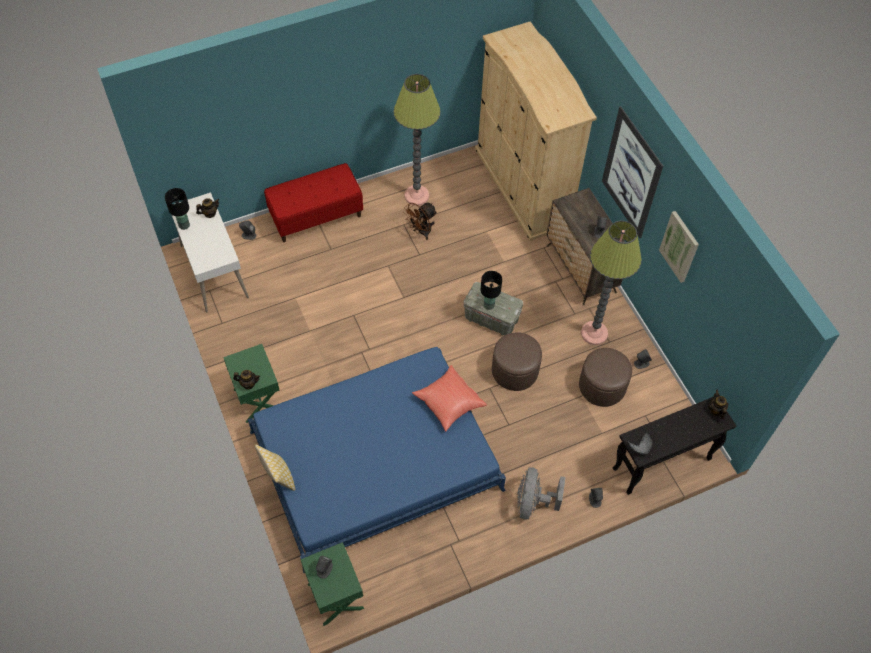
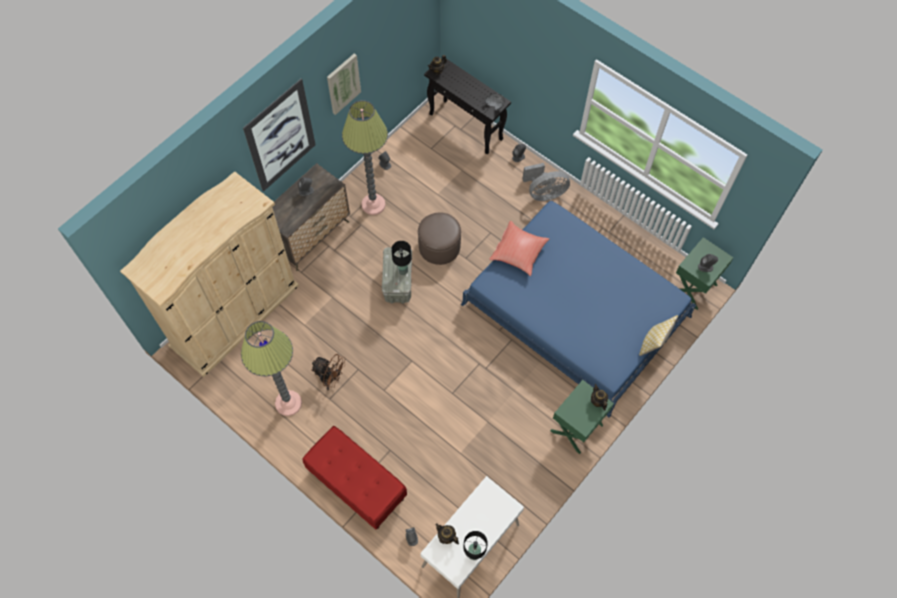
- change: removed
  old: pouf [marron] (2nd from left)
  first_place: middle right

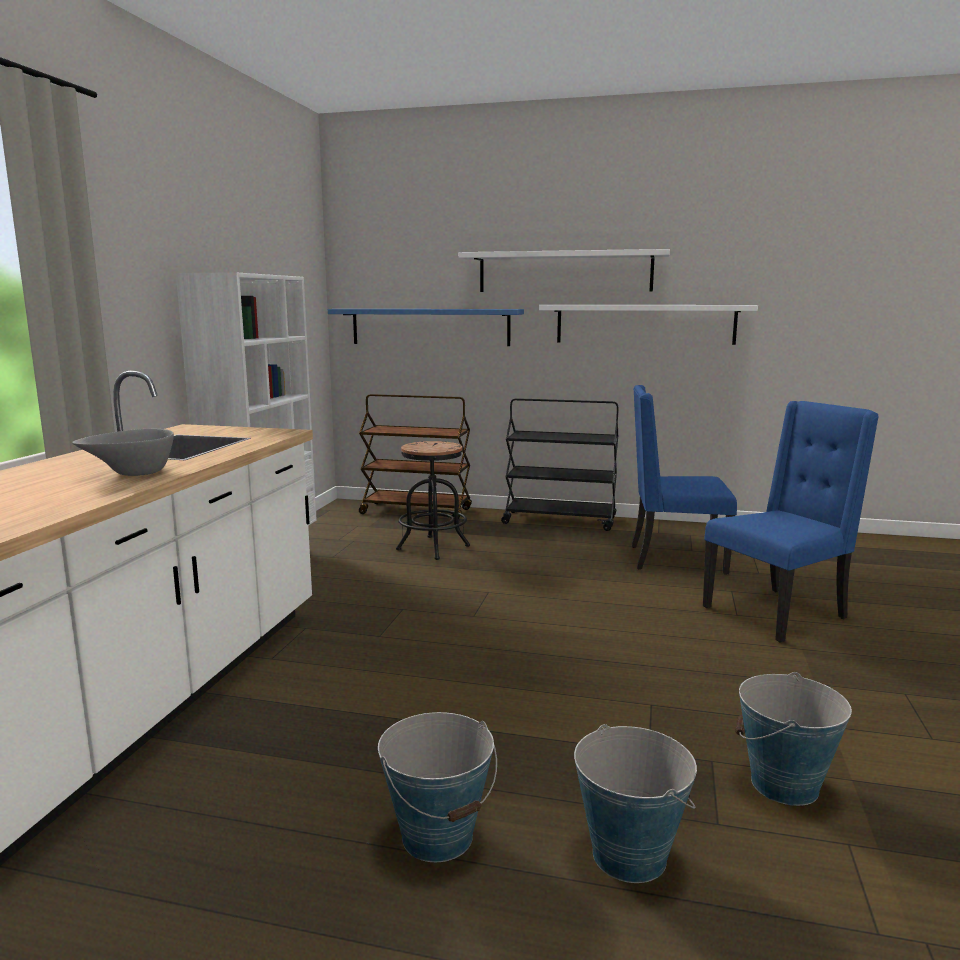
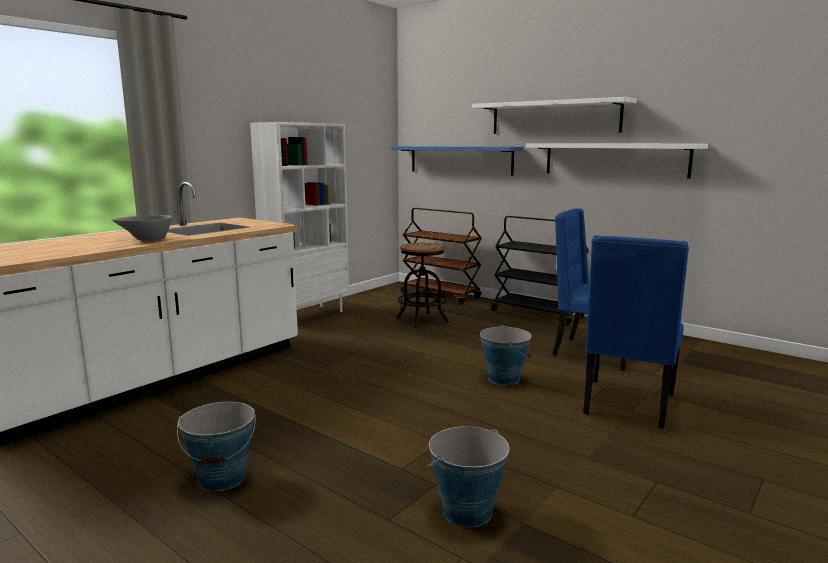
- change: moved
  old: seau (2nd from left in the first image)
  new: seau (3rd from left)
  first_place: bottom centre
  second_place: centre
- change: turned
  old: chaise [bleu] (2nd from left)
  first_place: middle right
  second_place: middle right
  degrees: 120

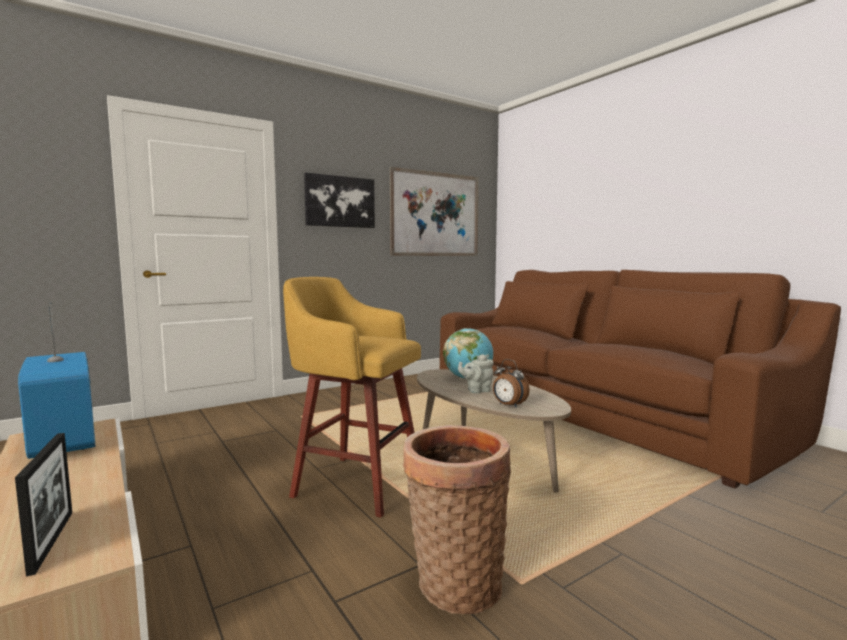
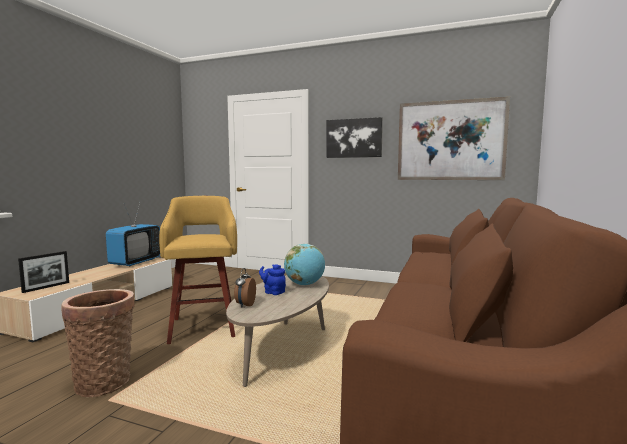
- change: recoloured
  old: théière [gris]
  new: théière [bleu]
  first_place: centre
  second_place: centre

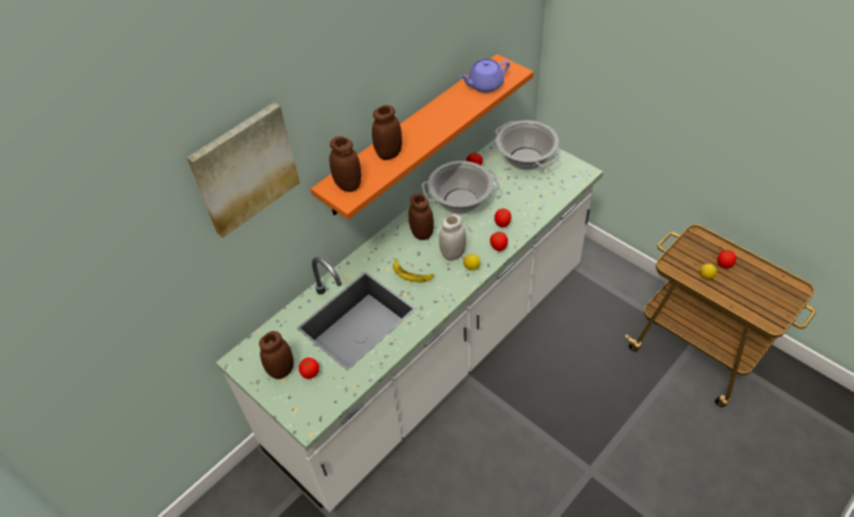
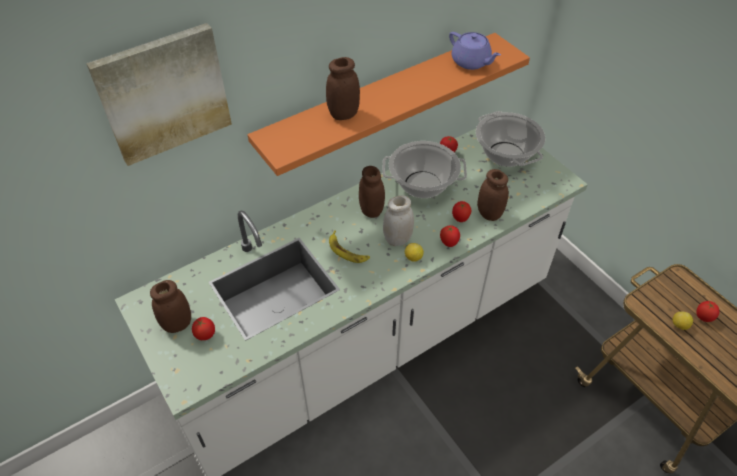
- change: moved
  old: bocal [marron] (2nd from left in the first image)
  new: bocal [marron] (4th from left)
  first_place: top centre
  second_place: middle right
- change: turned
  old: théière [violet]
  first_place: top centre
  second_place: top centre
  degrees: -120

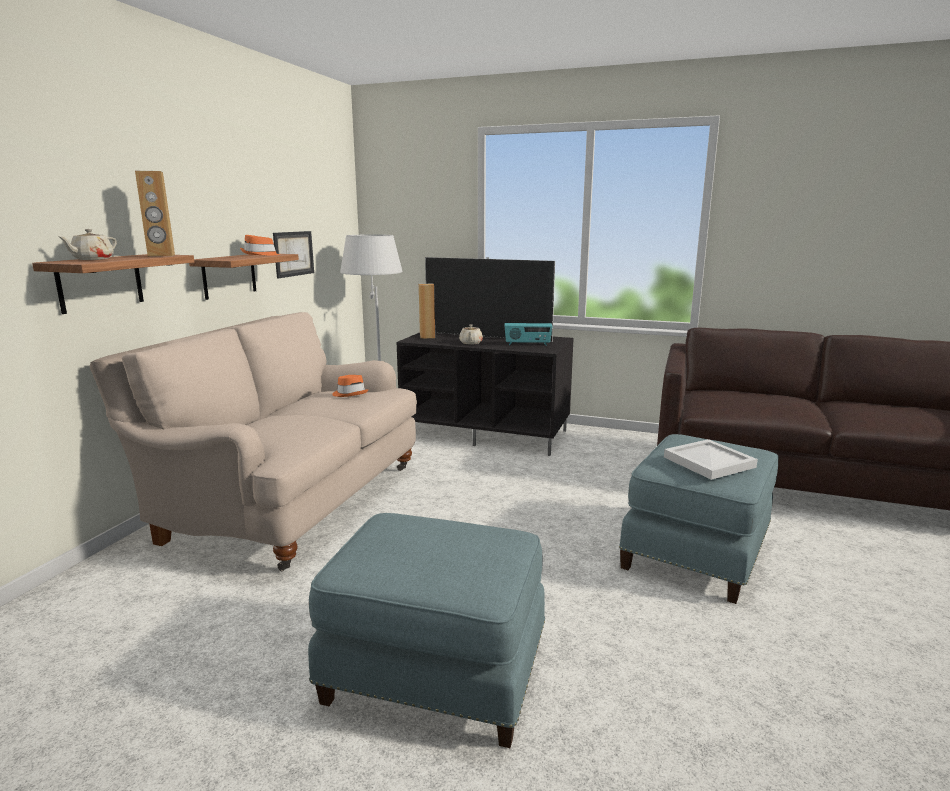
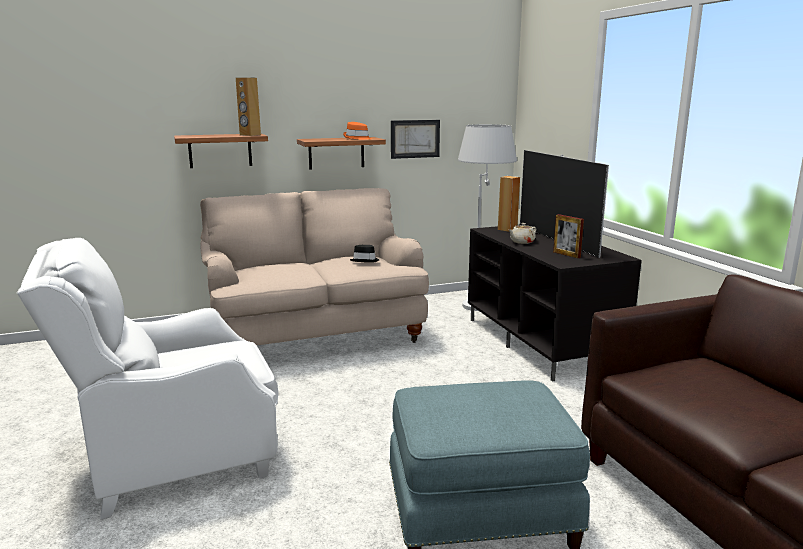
- change: removed
  old: théière [beige] (1st from left)
  first_place: top left
- change: removed
  old: plateau [blanc]
  first_place: middle right
- change: replaced
  old: pouf [bleu] (1st from left)
  new: fauteuil [blanc]
  first_place: bottom centre
  second_place: bottom left
- change: replaced
  old: radio
  new: cadre photo
  first_place: centre
  second_place: middle right
- change: recoloured
  old: chapeau [orange] (2nd from left)
  new: chapeau [noir]
  first_place: centre
  second_place: centre

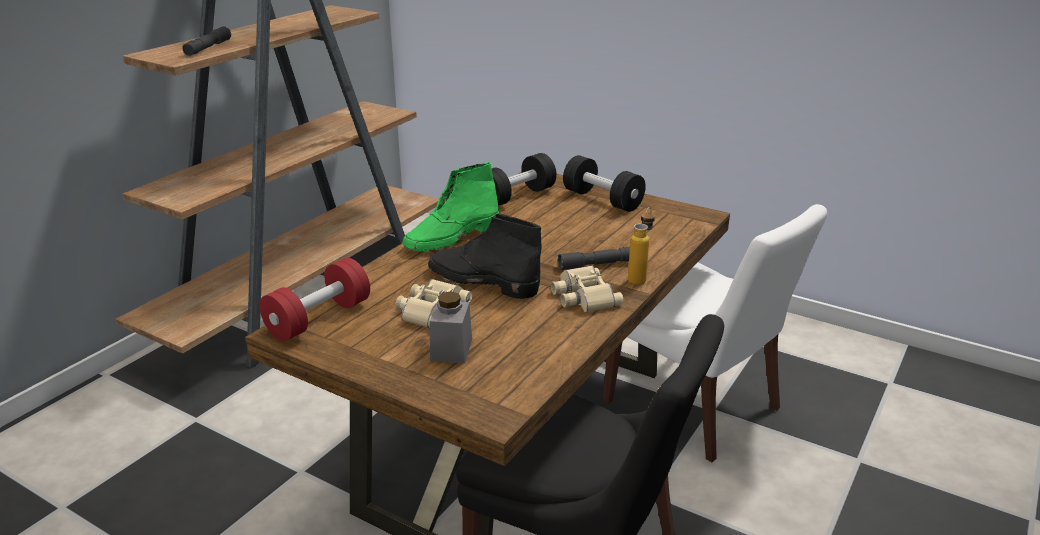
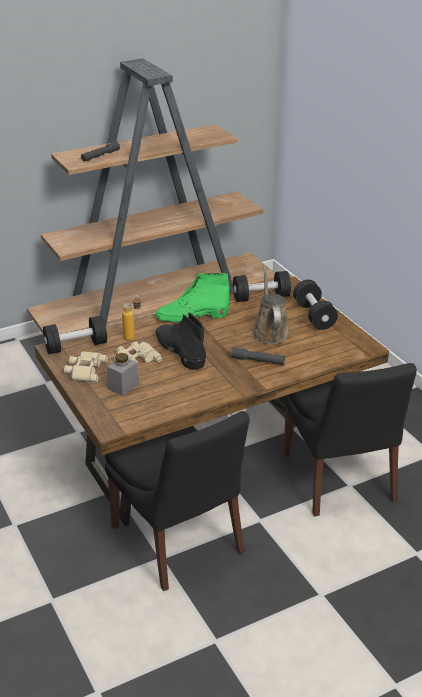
- change: added
  new: arrosoir [marron]
  second_place: centre
- change: moved
  old: jumelles [beige] (2nd from left in the first image)
  new: jumelles [beige] (1st from left)
  first_place: centre
  second_place: middle left
- change: moved
  old: bouteille
  first_place: centre
  second_place: middle left
- change: recoloured
  old: haltère [rouge]
  new: haltère [noir] (1st from left)
  first_place: middle left
  second_place: middle left
- change: recoloured
  old: chaise [blanc]
  new: chaise [noir] (2nd from left)
  first_place: middle right
  second_place: middle right

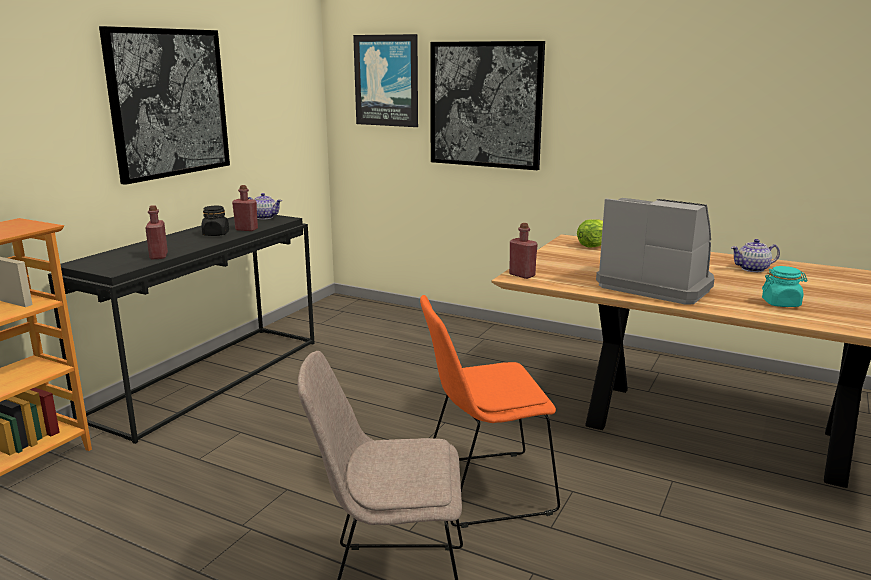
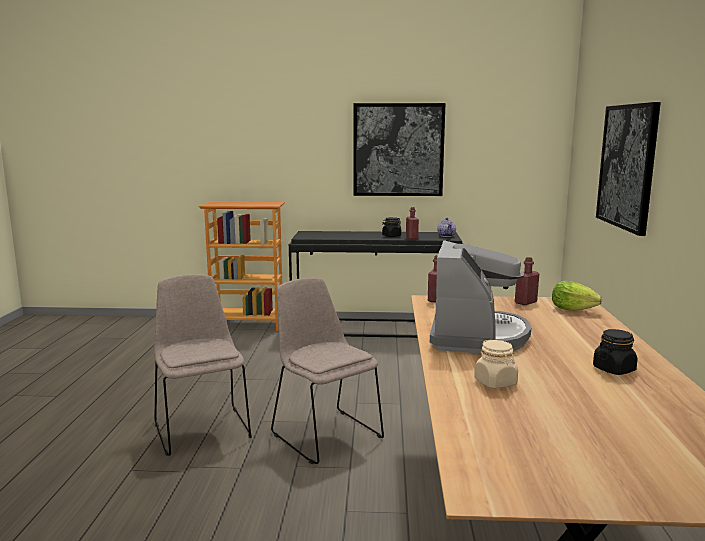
- change: removed
  old: tableau (2nd from left)
  first_place: top centre
- change: moved
  old: bouteille [rouge] (1st from left in the first image)
  new: bouteille [rouge] (3rd from left)
  first_place: middle left
  second_place: middle right
- change: replaced
  old: théière (2nd from left)
  new: bocal [noir] (2nd from left)
  first_place: middle right
  second_place: middle right
- change: recoloured
  old: chaise [orange]
  new: chaise [beige] (2nd from left)
  first_place: bottom centre
  second_place: bottom centre
- change: recoloured
  old: bocal [turquoise]
  new: bocal [beige]
  first_place: middle right
  second_place: bottom right

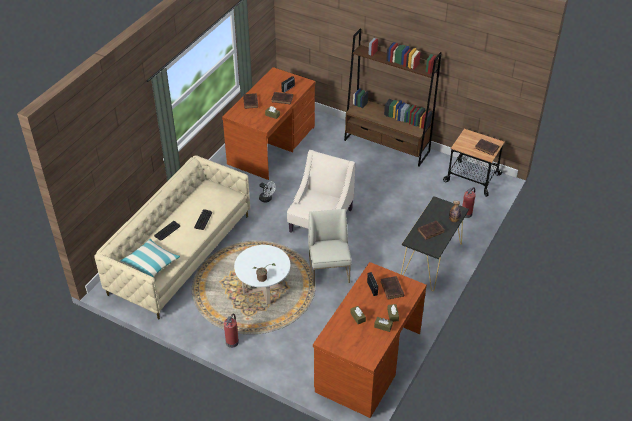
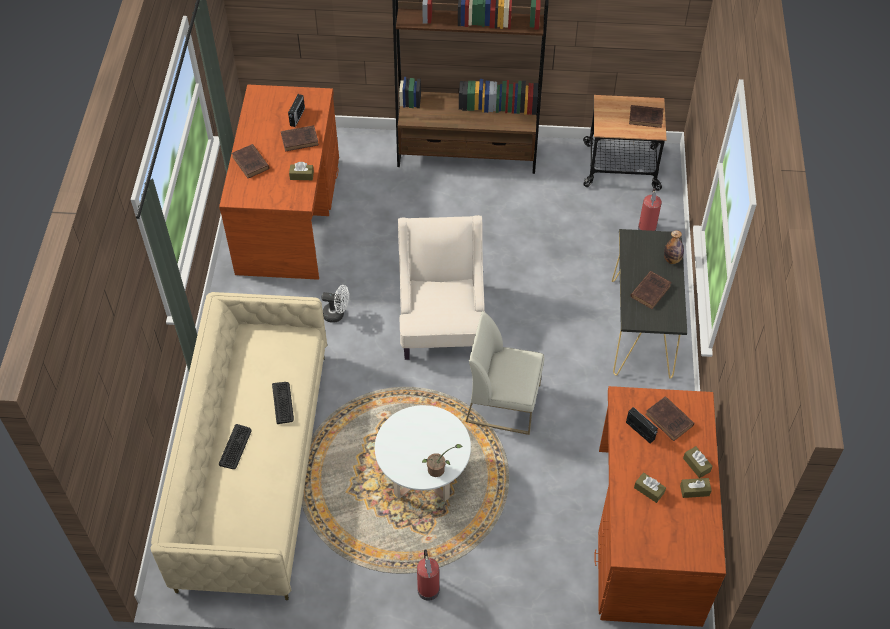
- change: removed
  old: coussin
  first_place: middle left
- change: turned
  old: chaise [blanc]
  first_place: centre
  second_place: centre
  degrees: -45

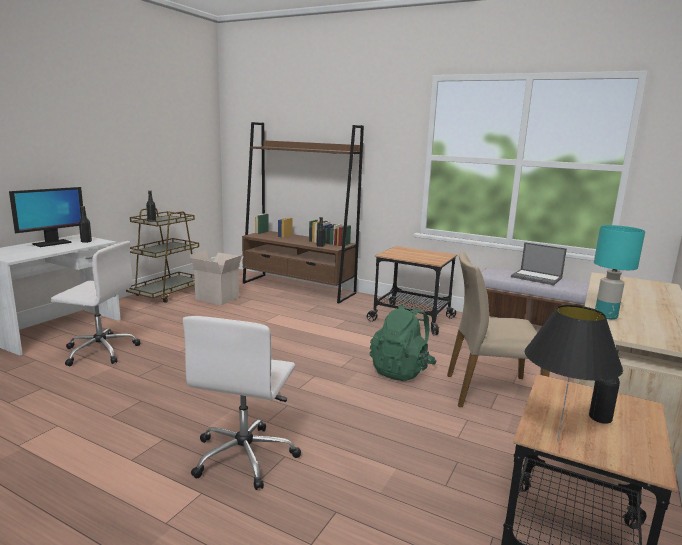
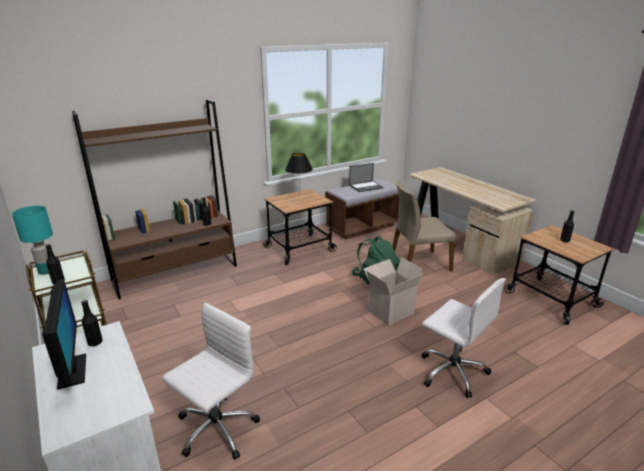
- change: moved
  old: carton
  first_place: middle left
  second_place: centre
- change: moved
  old: lampe de table [noir]
  first_place: bottom right
  second_place: centre
- change: moved
  old: lampe de table [turquoise]
  first_place: middle right
  second_place: middle left
- change: turned
  old: chaise [beige]
  first_place: middle right
  second_place: centre
  degrees: 45

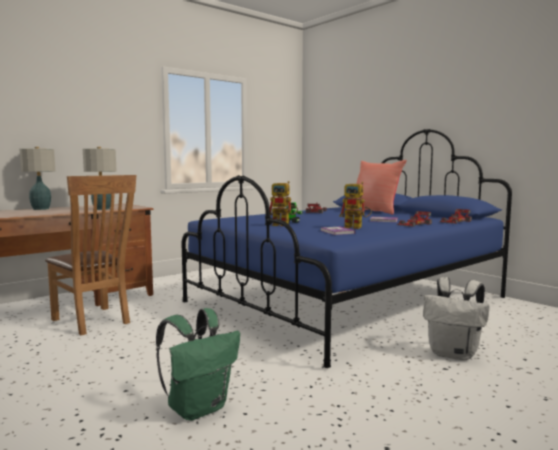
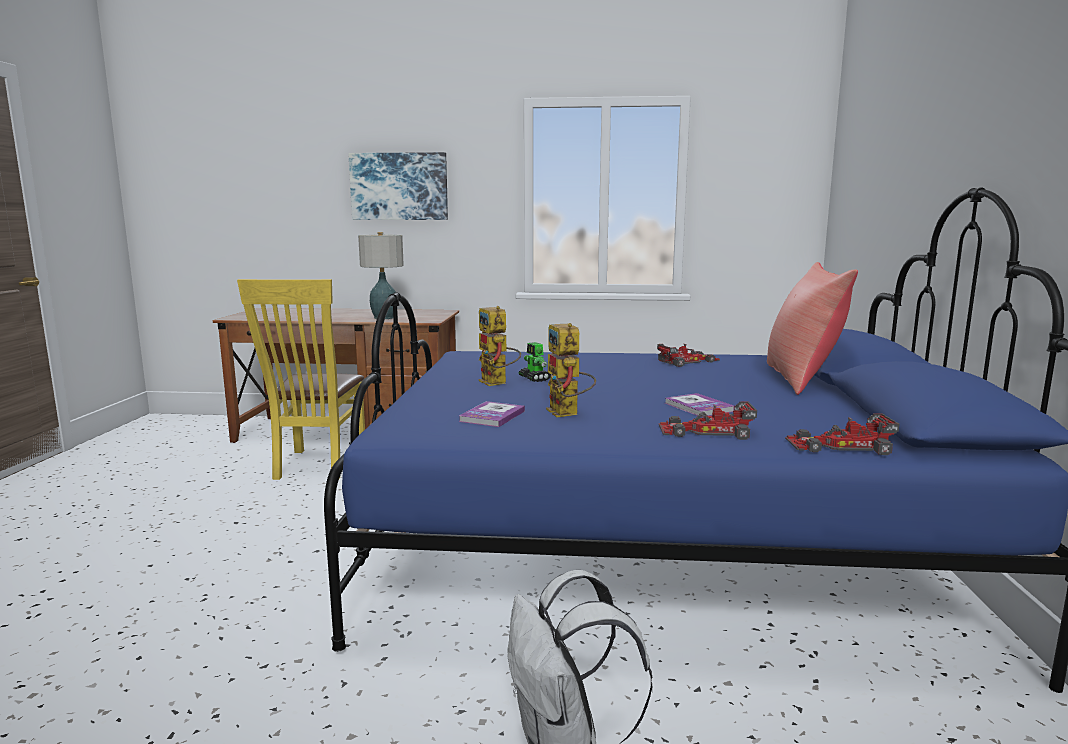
- change: removed
  old: lampe de table (1st from left)
  first_place: middle left
- change: removed
  old: sac à dos [vert]
  first_place: bottom centre
- change: added
  new: tableau
  second_place: top centre
- change: recoloured
  old: chaise [marron]
  new: chaise [jaune]
  first_place: middle left
  second_place: middle left

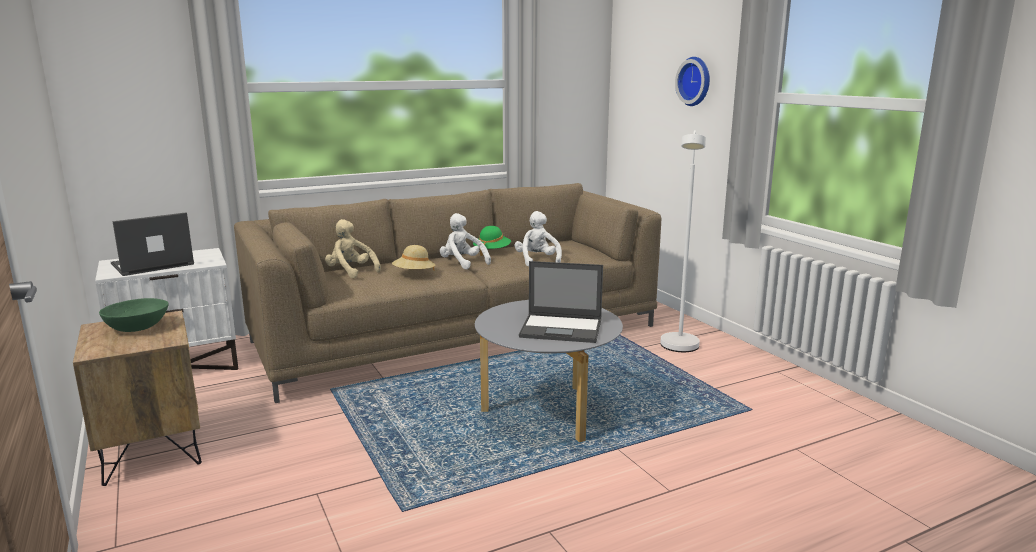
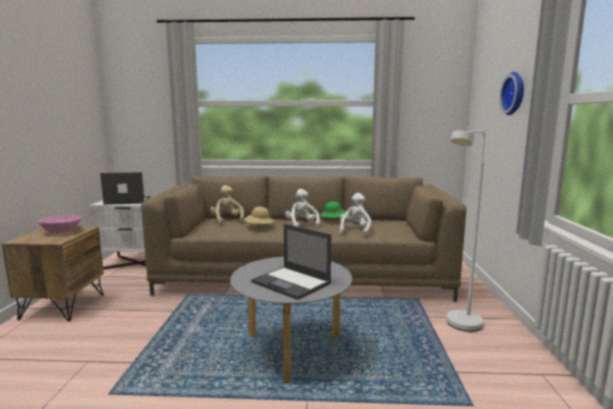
- change: recoloured
  old: bol [vert]
  new: bol [rose]
  first_place: middle left
  second_place: middle left

